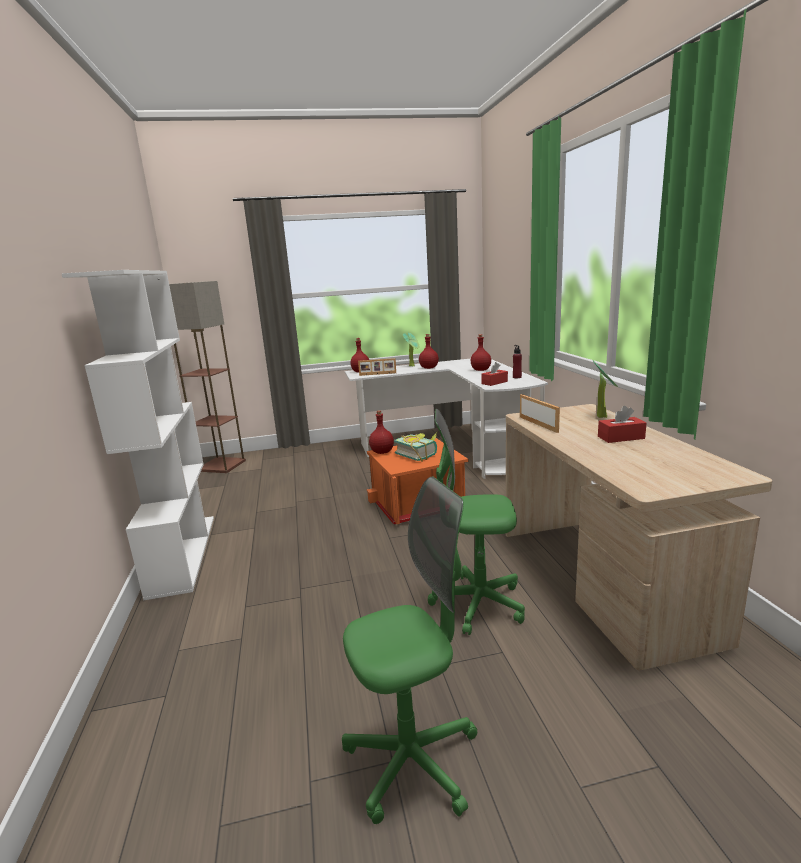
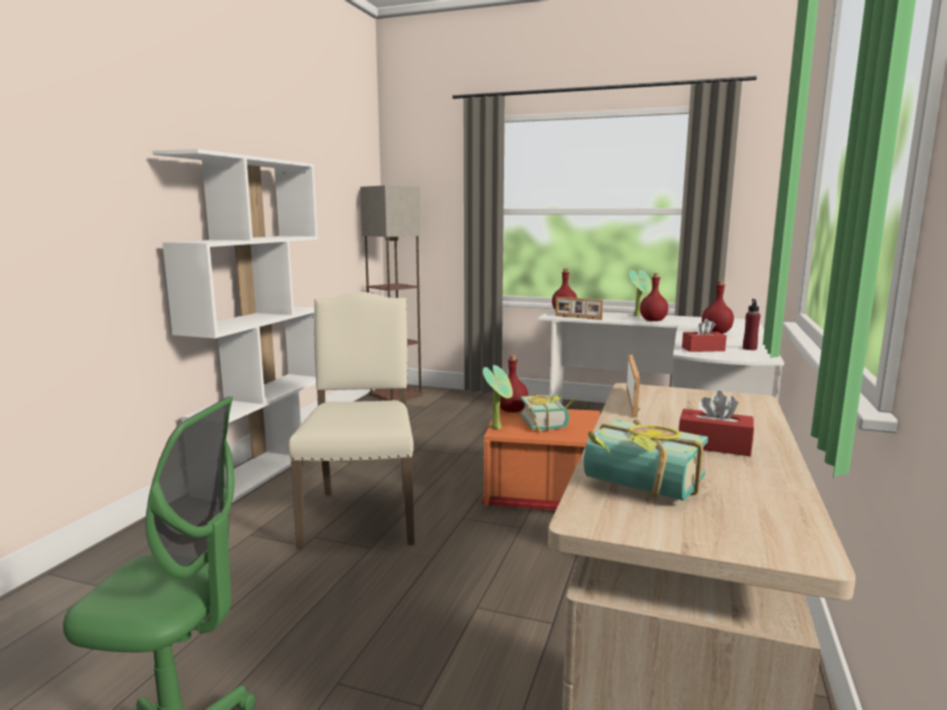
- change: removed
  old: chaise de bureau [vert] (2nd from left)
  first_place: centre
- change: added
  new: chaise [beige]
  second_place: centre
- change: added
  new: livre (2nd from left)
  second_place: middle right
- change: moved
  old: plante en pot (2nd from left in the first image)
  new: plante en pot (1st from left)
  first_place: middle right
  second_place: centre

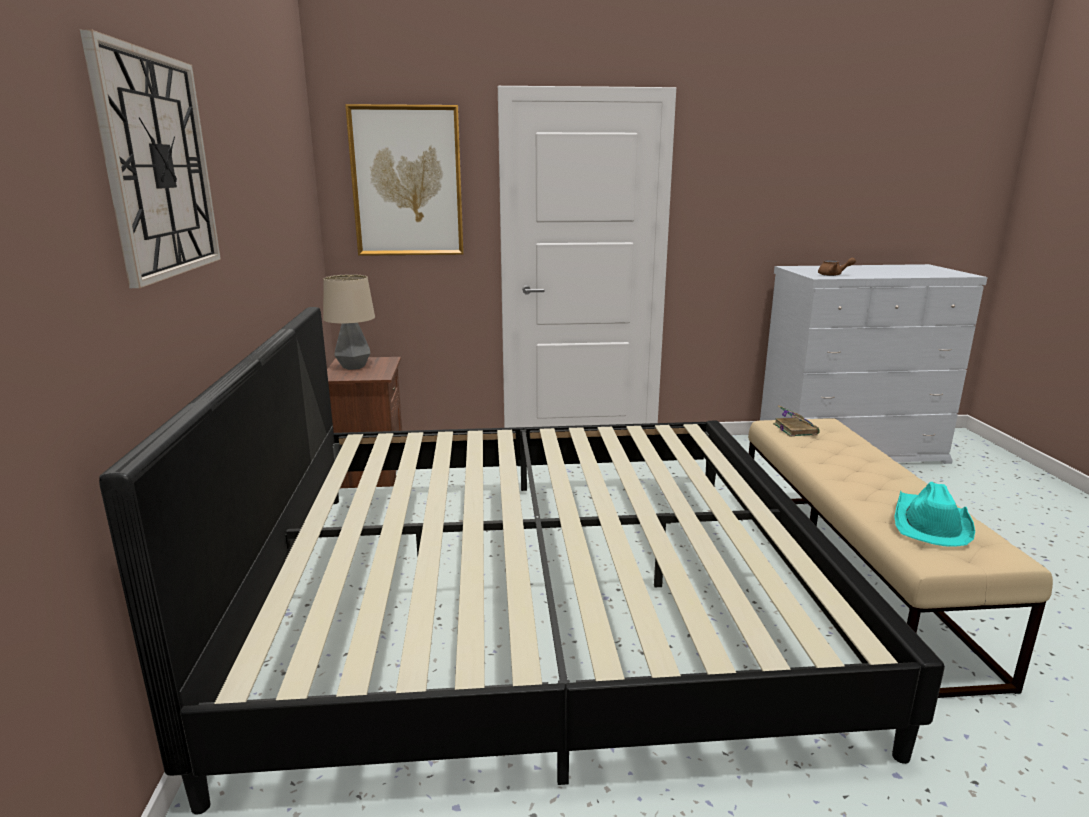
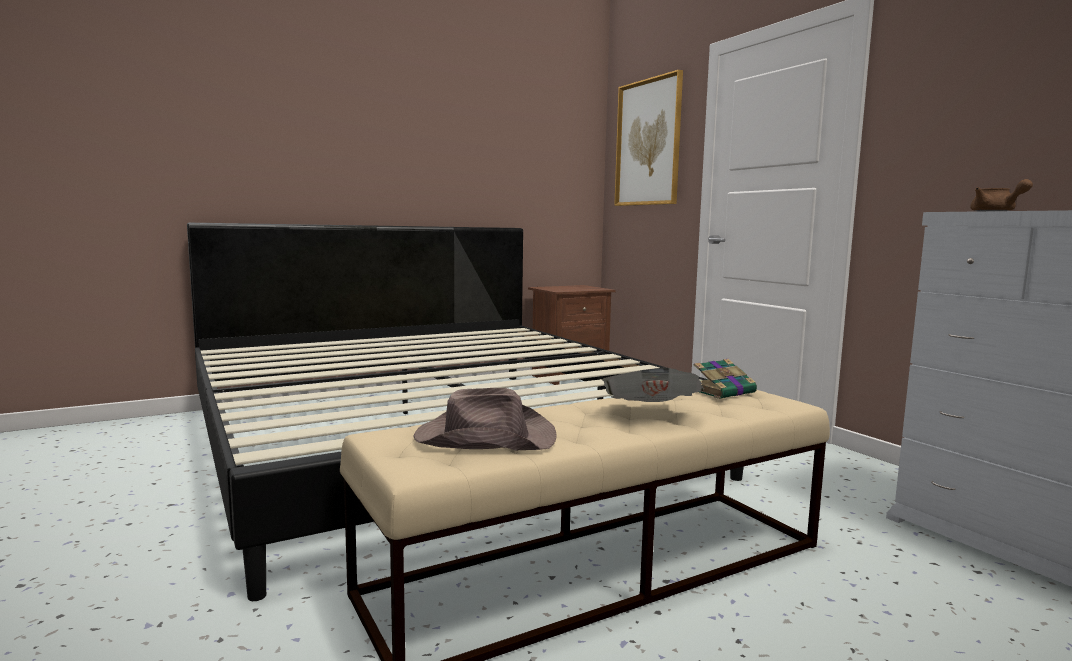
- change: removed
  old: horloge murale
  first_place: top left
- change: removed
  old: lampe de table
  first_place: middle left
- change: added
  new: journal
  second_place: centre
- change: recoloured
  old: chapeau [turquoise]
  new: chapeau [marron]
  first_place: middle right
  second_place: centre

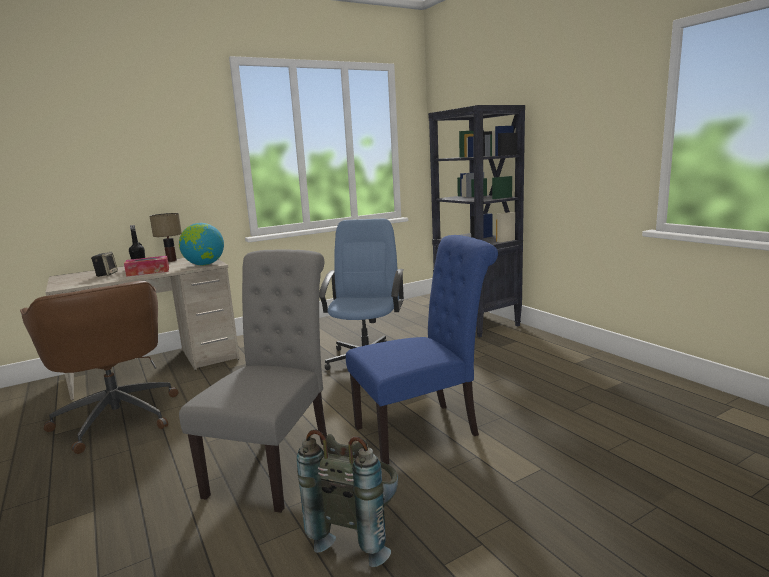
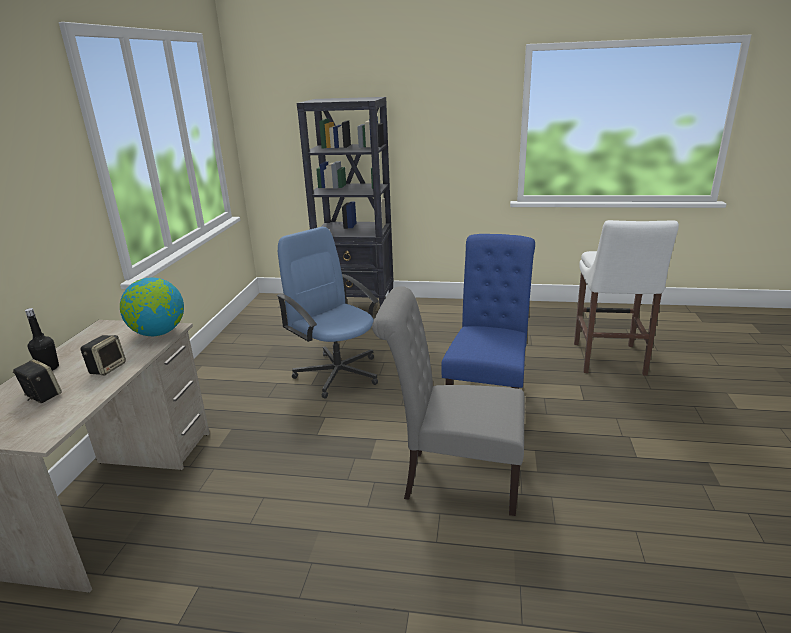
- change: removed
  old: chaise de bureau [marron]
  first_place: middle left
- change: removed
  old: lampe de table
  first_place: middle left
- change: removed
  old: sac à dos [gris]
  first_place: bottom centre
- change: added
  new: tabouret [blanc]
  second_place: middle right
- change: replaced
  old: boîte à mouchoirs
  new: enceinte (2nd from left)
  first_place: middle left
  second_place: middle left
- change: turned
  old: chaise [gris]
  first_place: middle left
  second_place: centre
  degrees: -45

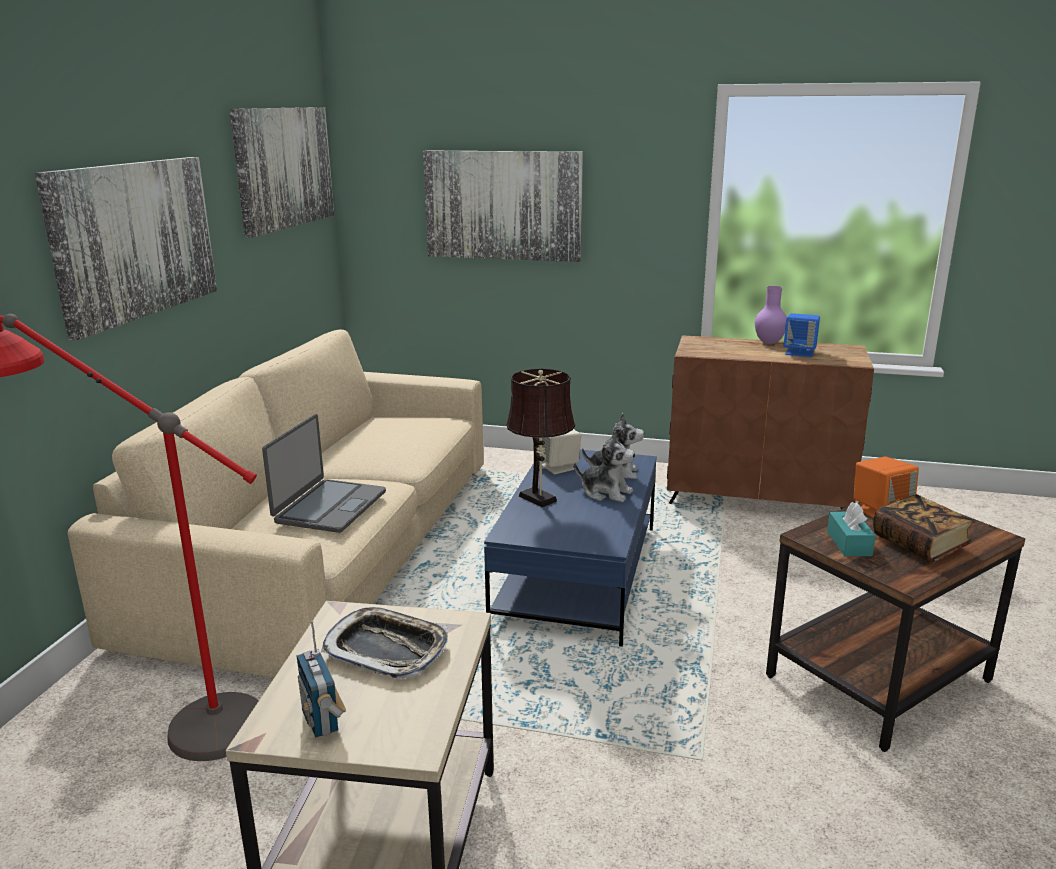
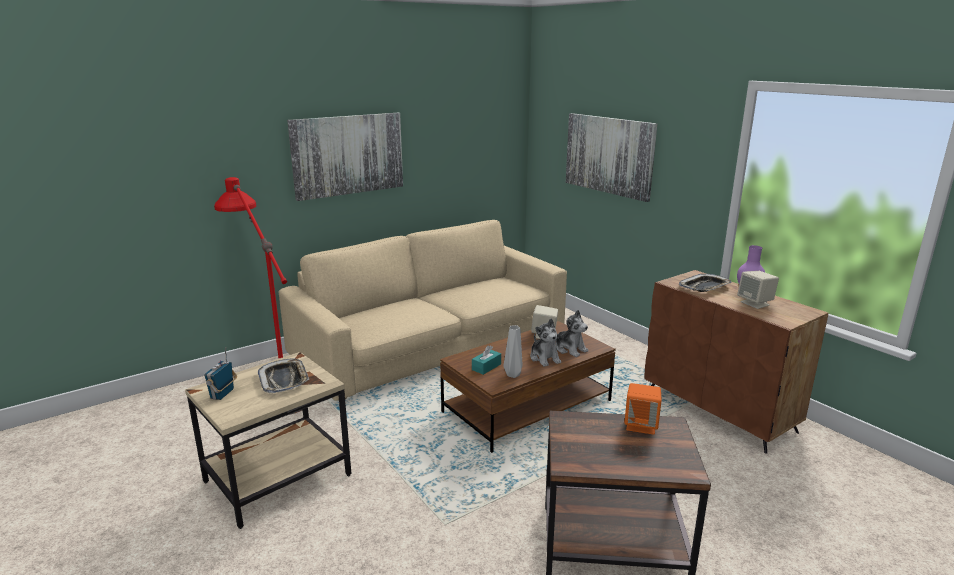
- change: removed
  old: tableau (2nd from left)
  first_place: top left
- change: removed
  old: ordinateur portable
  first_place: middle left
- change: removed
  old: lampe de table [marron]
  first_place: centre
- change: removed
  old: livre
  first_place: middle right
- change: added
  new: vase [gris]
  second_place: centre
- change: added
  new: plateau (2nd from left)
  second_place: middle right
- change: moved
  old: boîte à mouchoirs [turquoise]
  first_place: middle right
  second_place: centre
- change: recoloured
  old: table basse [bleu]
  new: table basse [marron]
  first_place: centre
  second_place: bottom centre
- change: recoloured
  old: enceinte [bleu]
  new: enceinte [beige] (2nd from left)
  first_place: middle right
  second_place: middle right

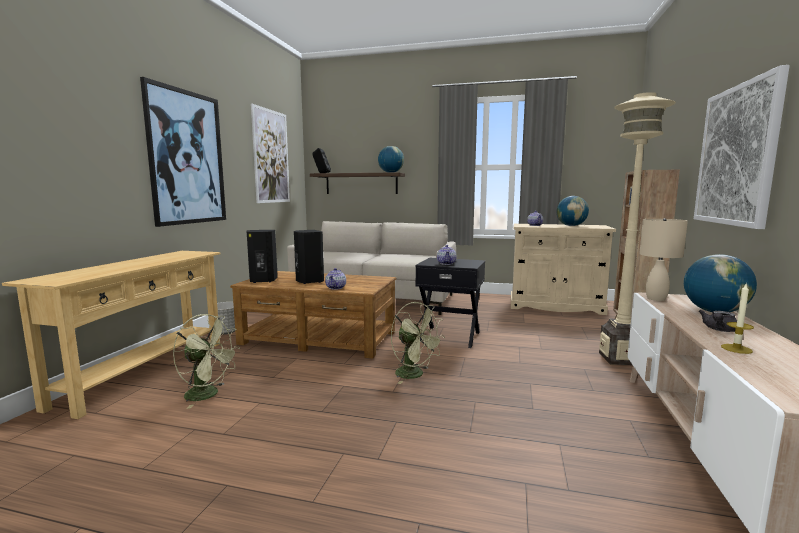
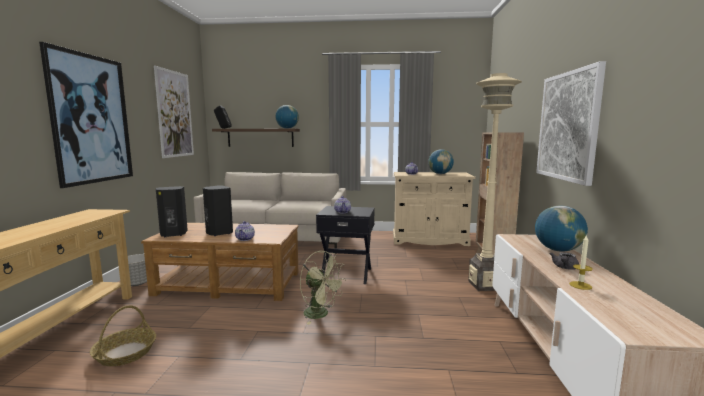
- change: removed
  old: lampe de table [beige]
  first_place: middle right
- change: replaced
  old: ventilateur [vert] (1st from left)
  new: panier
  first_place: bottom left
  second_place: bottom left

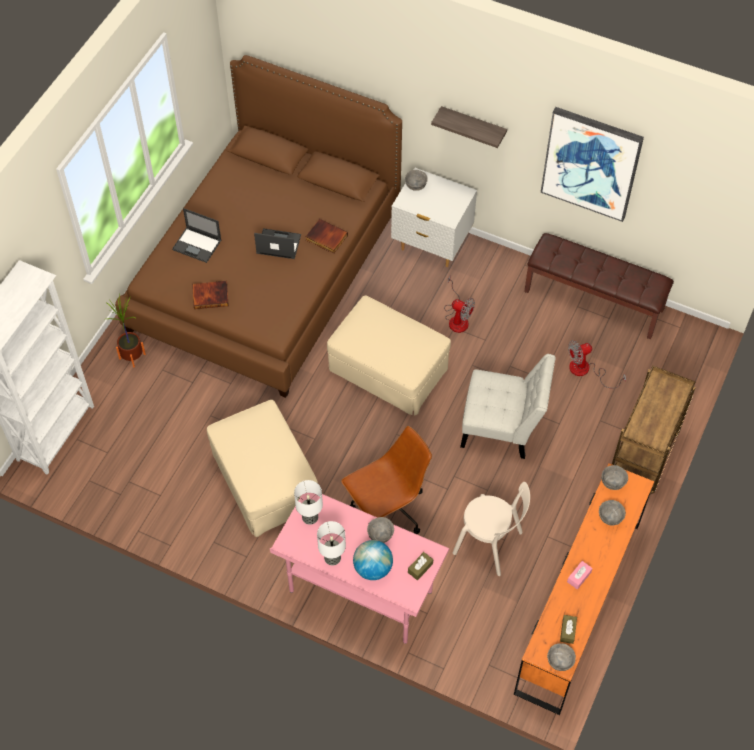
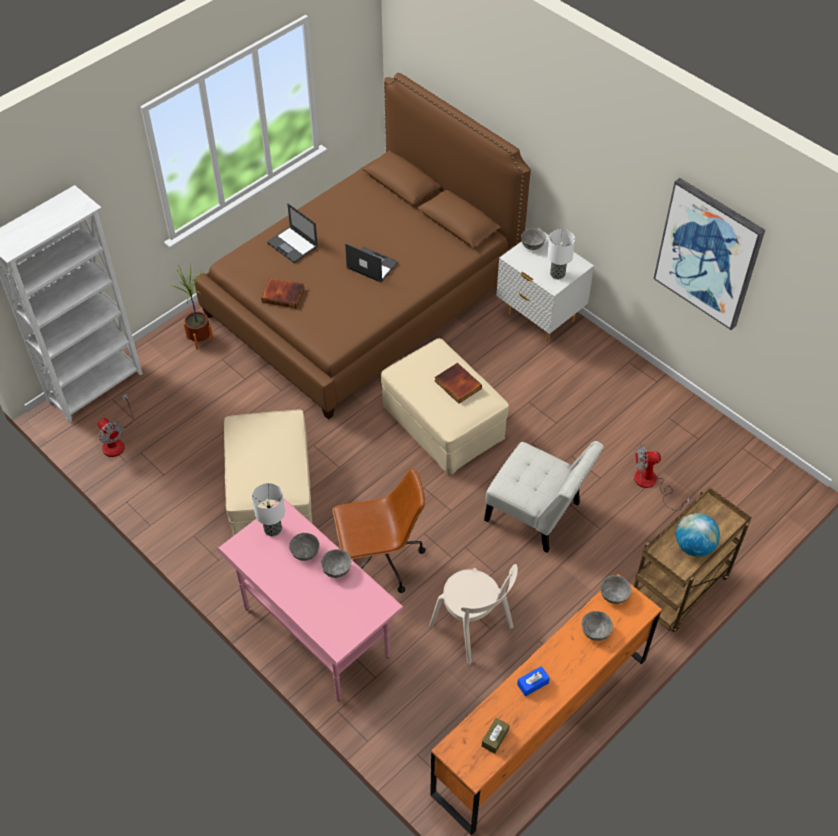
- change: removed
  old: boîte à mouchoirs [marron] (1st from left)
  first_place: bottom centre
- change: removed
  old: étagère
  first_place: top centre
- change: removed
  old: banc [marron]
  first_place: middle right
- change: moved
  old: livre (2nd from left)
  first_place: top centre
  second_place: centre
- change: moved
  old: lampe de table (2nd from left)
  first_place: bottom centre
  second_place: top right
- change: moved
  old: globe
  first_place: bottom centre
  second_place: middle right
- change: moved
  old: ventilateur (1st from left)
  first_place: centre
  second_place: middle left
- change: moved
  old: bol [gris] (3rd from left in the first image)
  new: bol [gris] (1st from left)
  first_place: bottom right
  second_place: centre
- change: recoloured
  old: boîte à mouchoirs [rose]
  new: boîte à mouchoirs [bleu]
  first_place: bottom right
  second_place: bottom centre

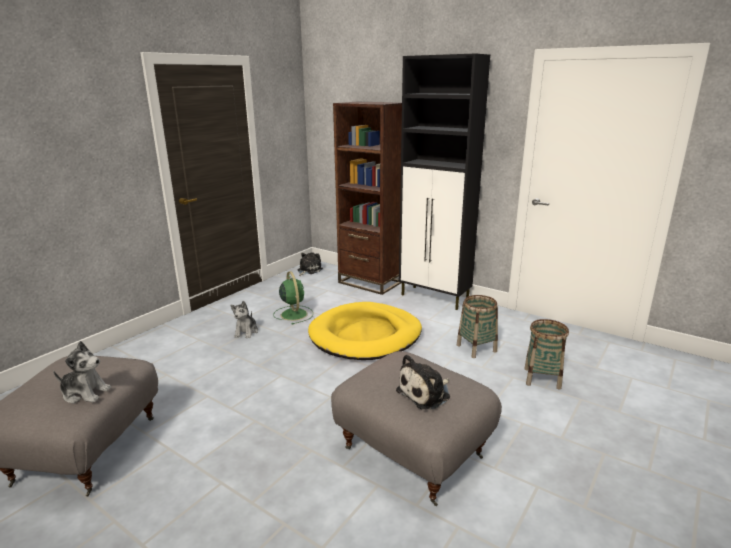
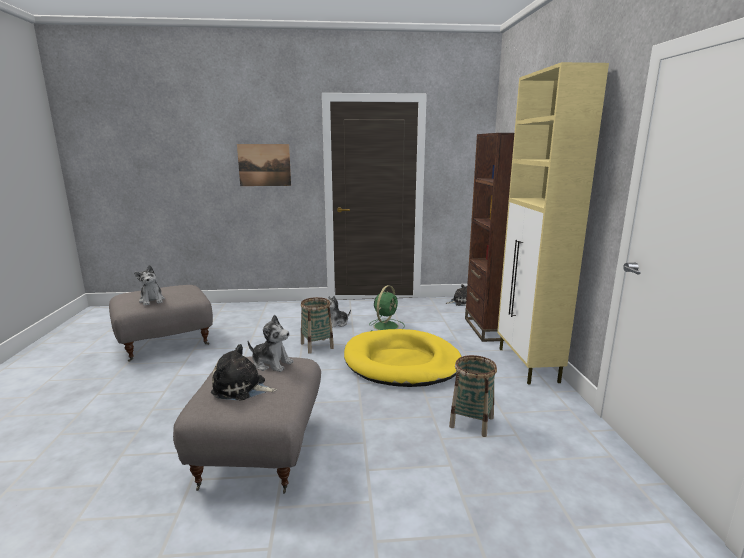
- change: added
  new: tableau
  second_place: top centre
- change: added
  new: peluche (3rd from left)
  second_place: centre
- change: moved
  old: panier (2nd from left in the first image)
  new: panier (1st from left)
  first_place: middle right
  second_place: centre
- change: recoloured
  old: meuble de rangement [noir]
  new: meuble de rangement [beige]
  first_place: top centre
  second_place: middle right

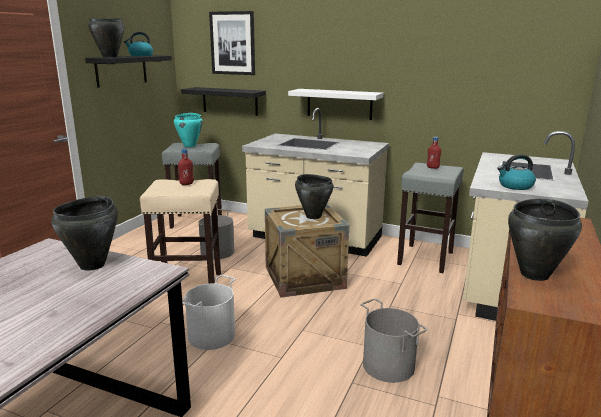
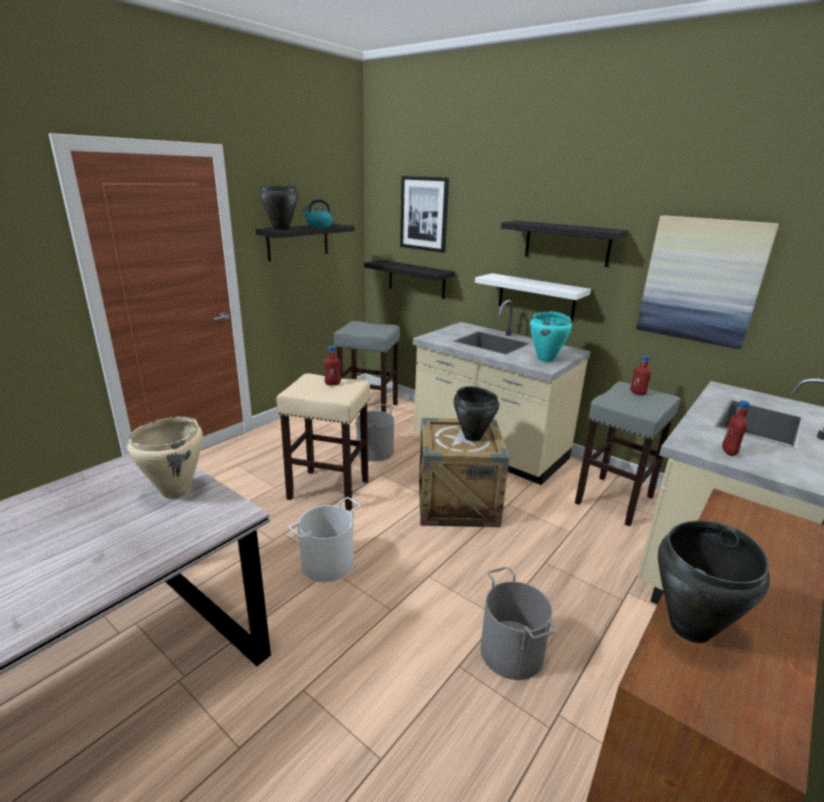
- change: added
  new: étagère [noir] (3rd from left)
  second_place: top right
- change: added
  new: tableau (2nd from left)
  second_place: middle right
- change: moved
  old: marmite [turquoise]
  first_place: top left
  second_place: middle right
- change: replaced
  old: bouilloire (2nd from left)
  new: bouteille [rouge] (3rd from left)
  first_place: middle right
  second_place: middle right
- change: recoloured
  old: marmite [noir] (1st from left)
  new: marmite [beige]
  first_place: middle left
  second_place: middle left

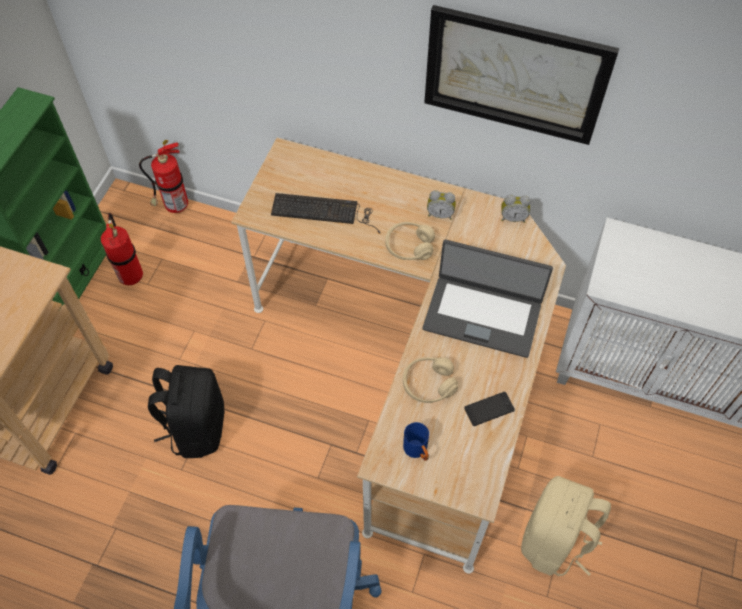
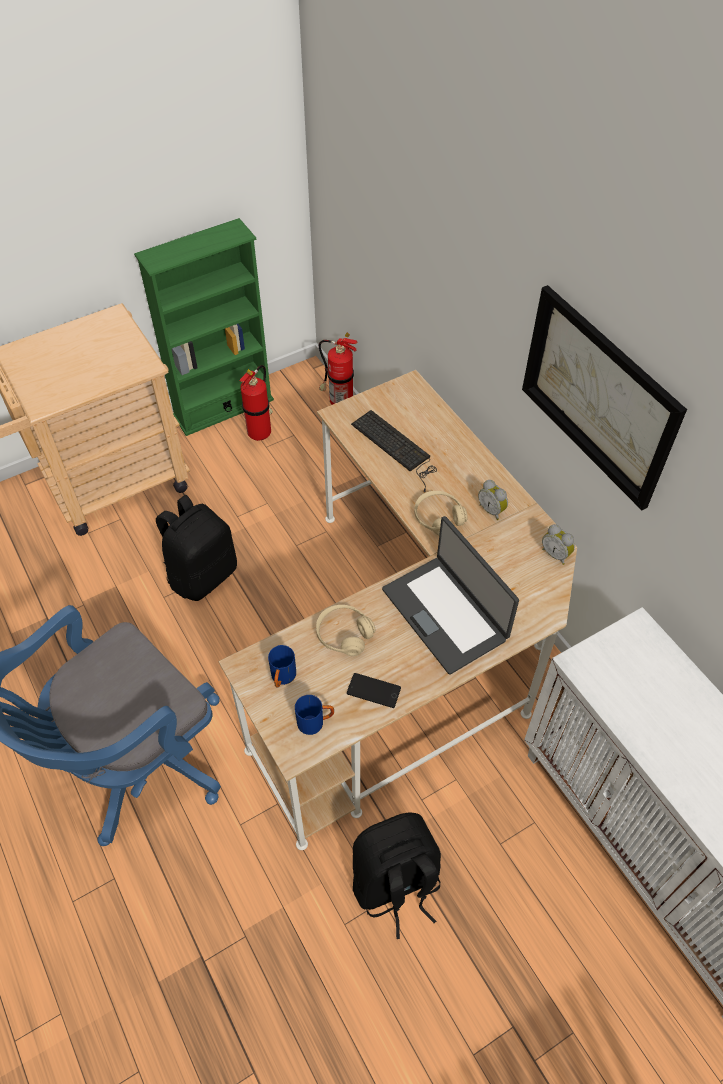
- change: added
  new: mug [bleu] (2nd from left)
  second_place: centre
- change: recoloured
  old: sac à dos [beige]
  new: sac à dos [noir] (2nd from left)
  first_place: bottom right
  second_place: bottom centre

